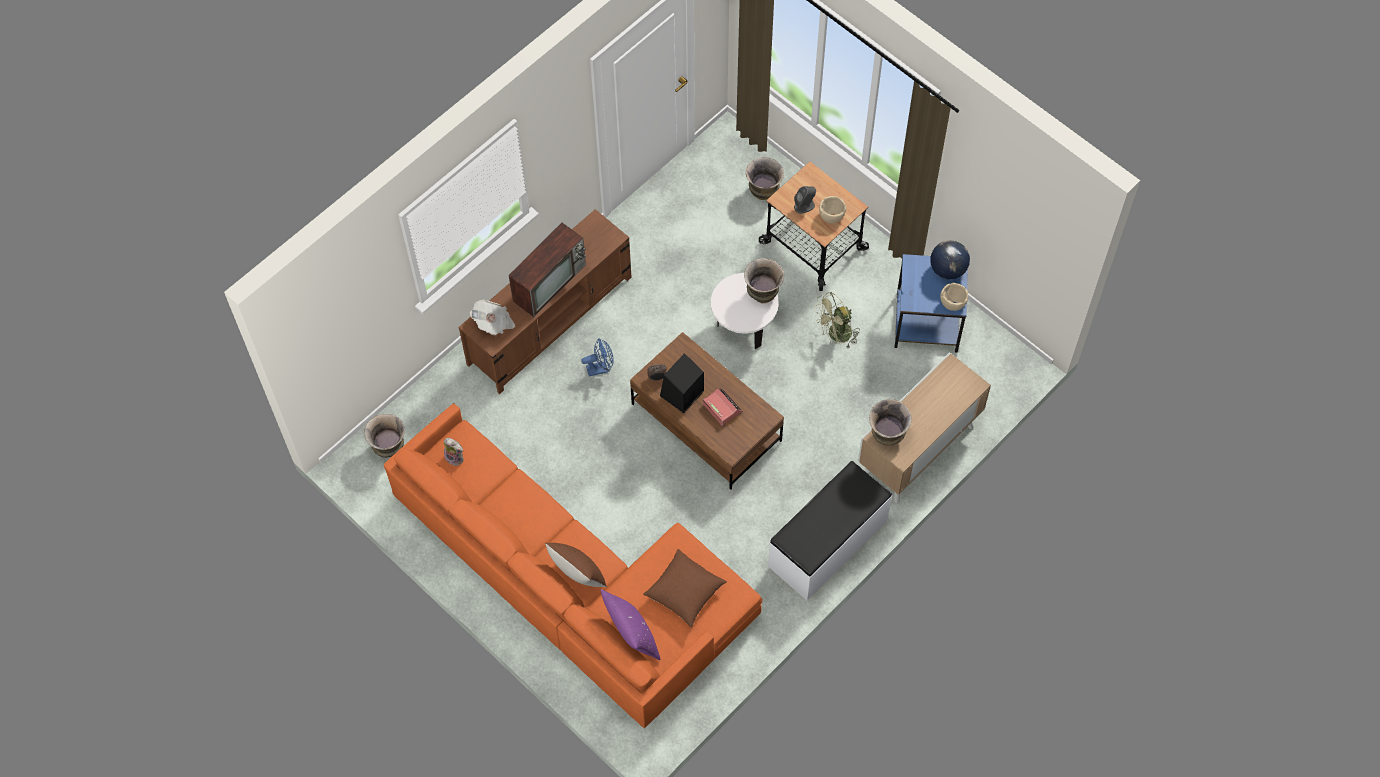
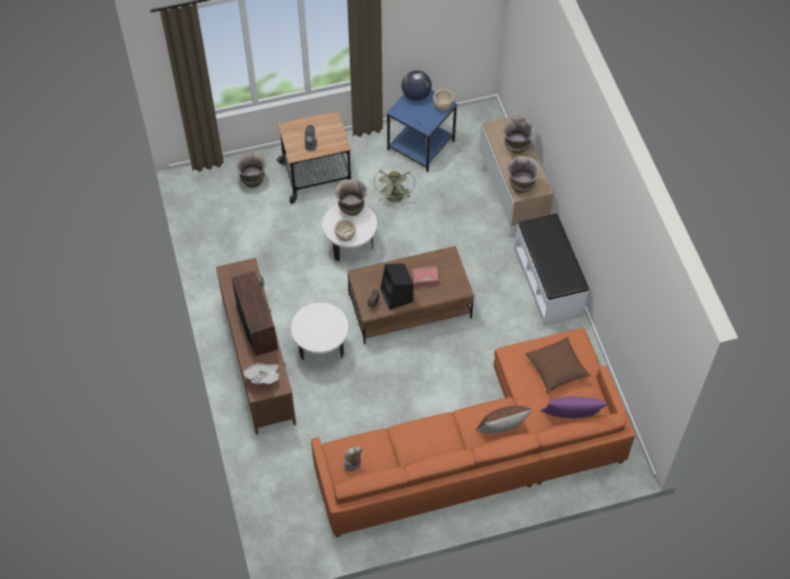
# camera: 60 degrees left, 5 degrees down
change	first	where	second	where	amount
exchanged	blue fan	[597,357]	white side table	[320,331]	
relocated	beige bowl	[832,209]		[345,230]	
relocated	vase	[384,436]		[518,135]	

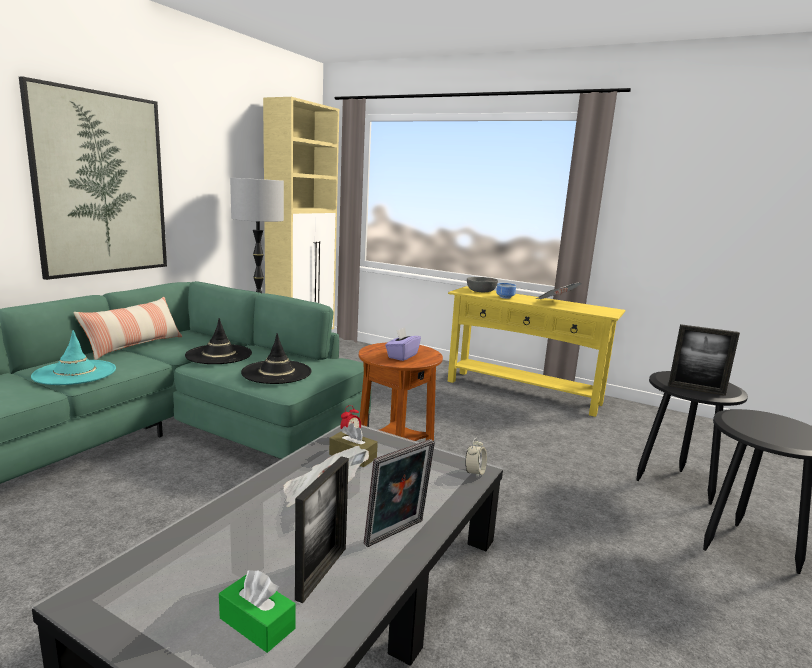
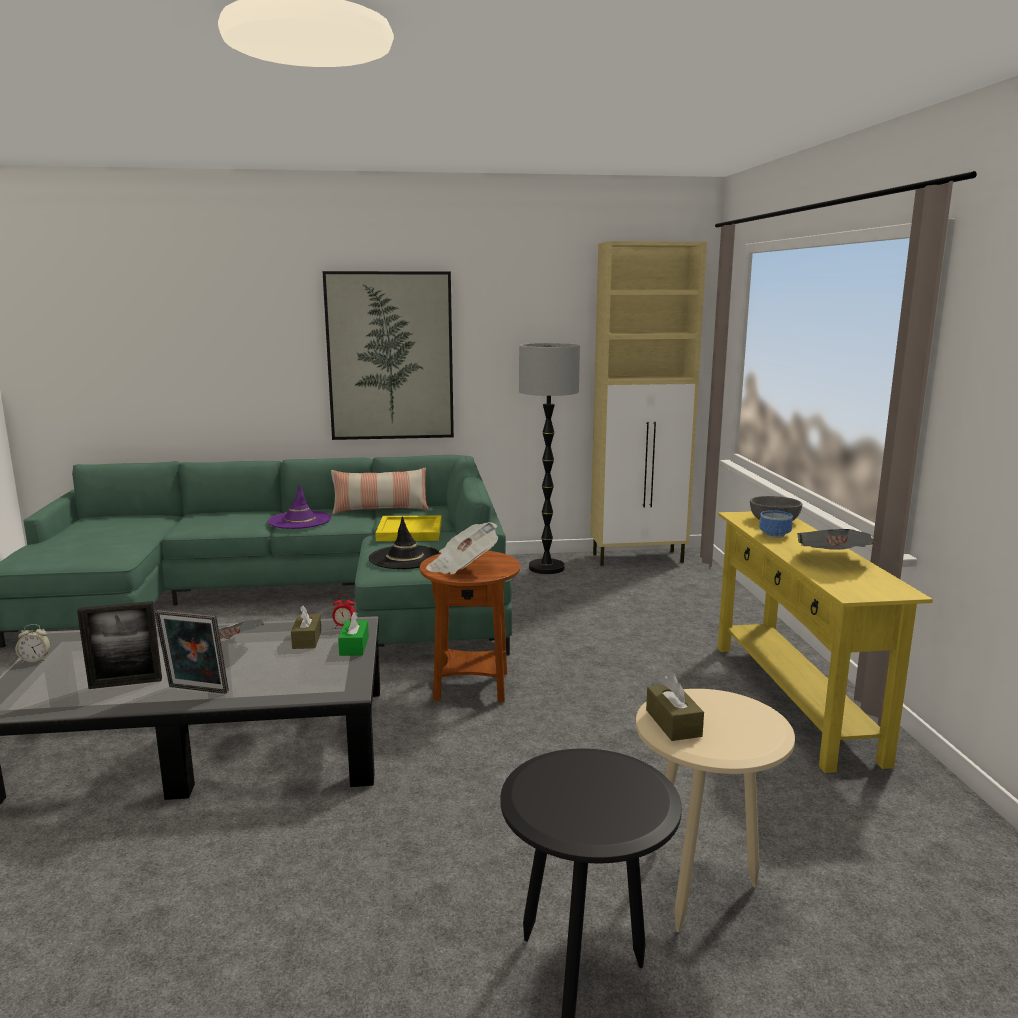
# camera: 55 degrees right, 0 degrees up
change	first	where	second	where	amount
relocated	alarm clock	[476,458]		[33,643]	
colour	turquoise hat	[73,357]	purple hat	[299,506]	
relocated	green tissue box	[257,611]		[353,633]	
exchanged	black hat	[218,341]	yellow tray	[408,528]	
exchanged	purple tissue box	[403,344]	newspaper	[462,548]	
colour	black side table	[692,438]	beige side table	[715,811]	
exchanged	picture frame	[704,360]	brown tissue box	[675,707]	

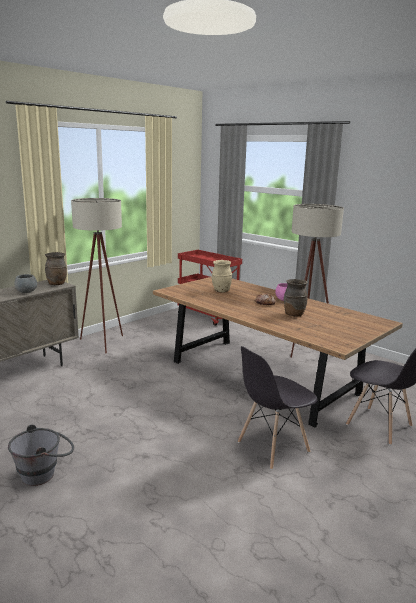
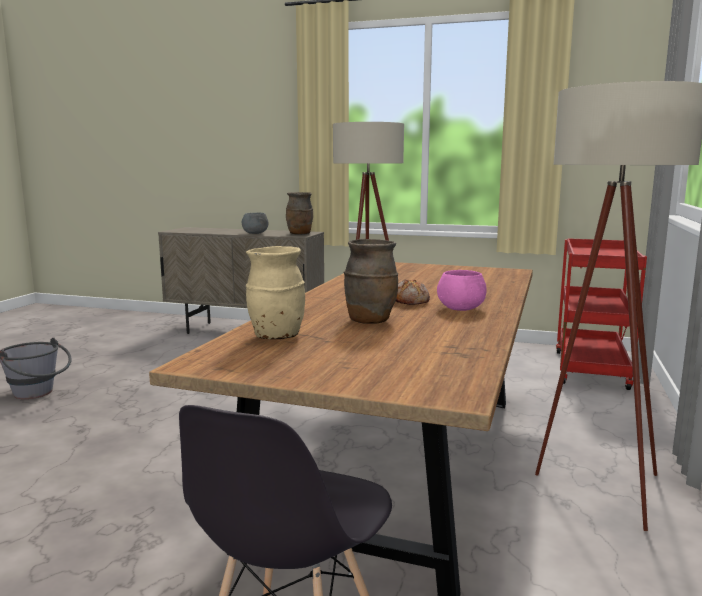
# camera: 65 degrees right, 5 degrees down
change	first	where	second	where	amount
relocated	beige vase	[222,276]		[275,292]	
missing	grey chair	[277,408]			

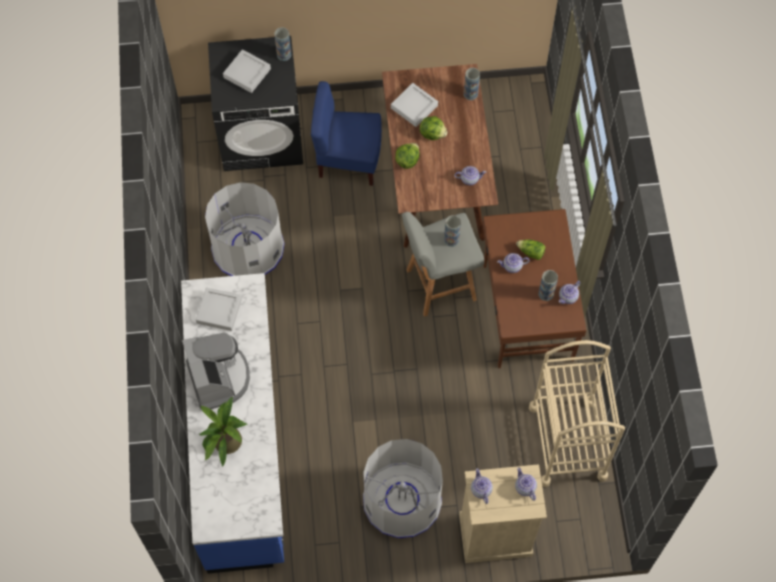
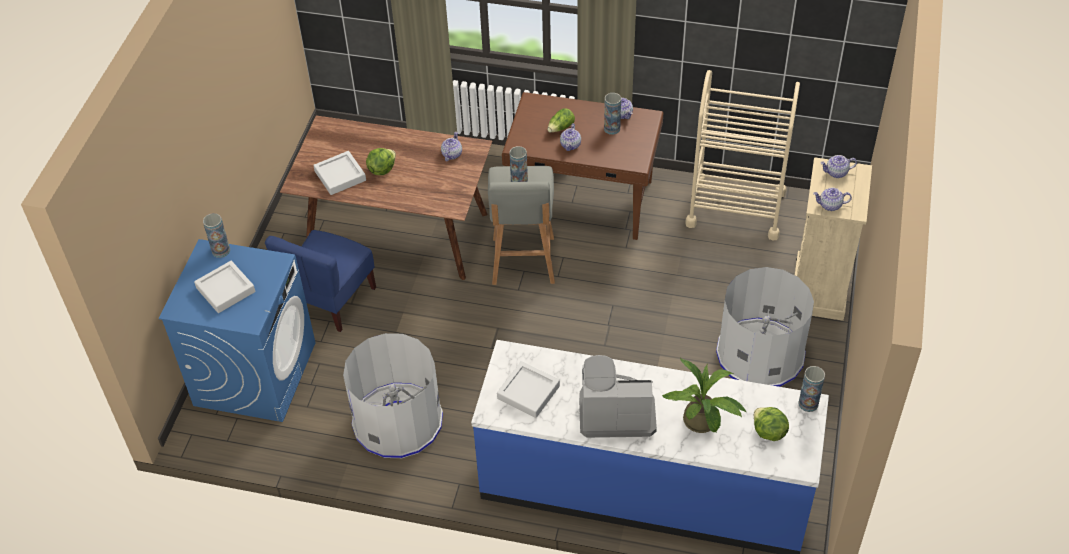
# camera: 70 degrees left, 15 degrees down
change	first	where	second	where	amount
colour	black washing machine	[255,103]	blue washing machine	[237,330]	
relocated	lettuce	[407,156]		[771,424]	
relocated	vase	[472,84]		[811,389]	

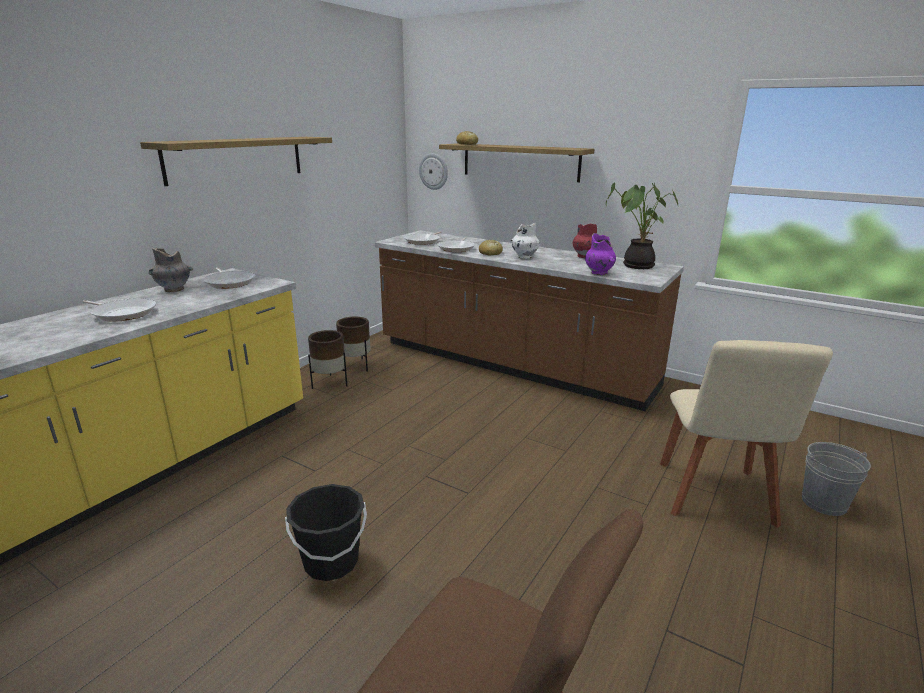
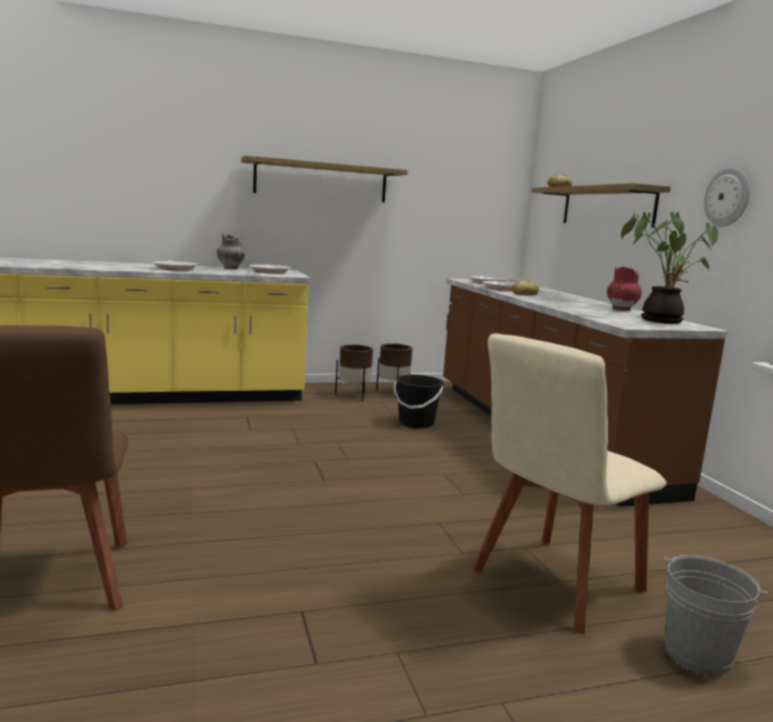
# camera: 40 degrees right, 10 degrees down
change	first	where	second	where	amount
relocated	black bucket	[326,532]		[419,401]	
relocated	wall clock	[433,171]		[727,197]	
missing	white vase	[525,240]			
missing	purple vase	[600,254]			

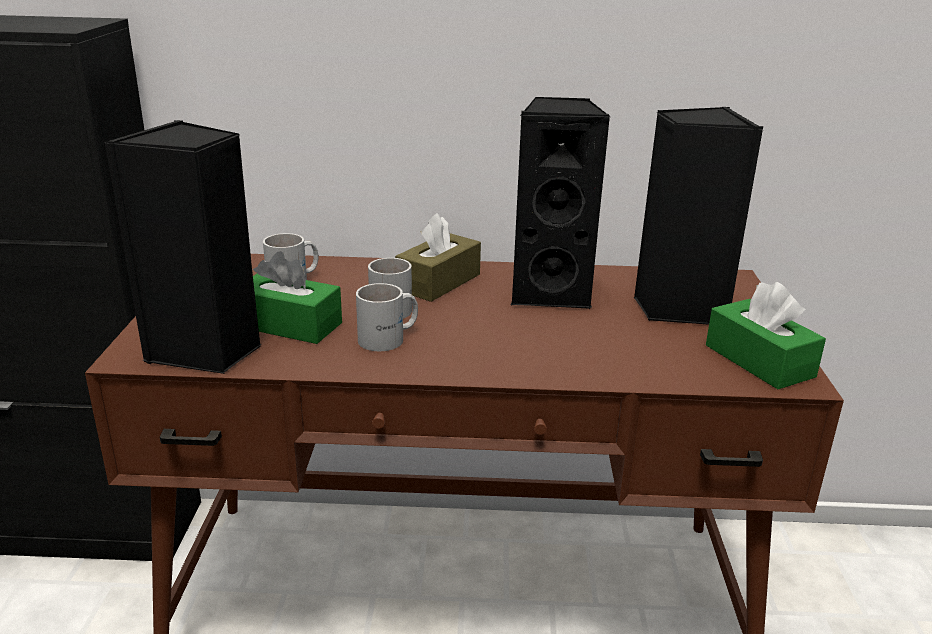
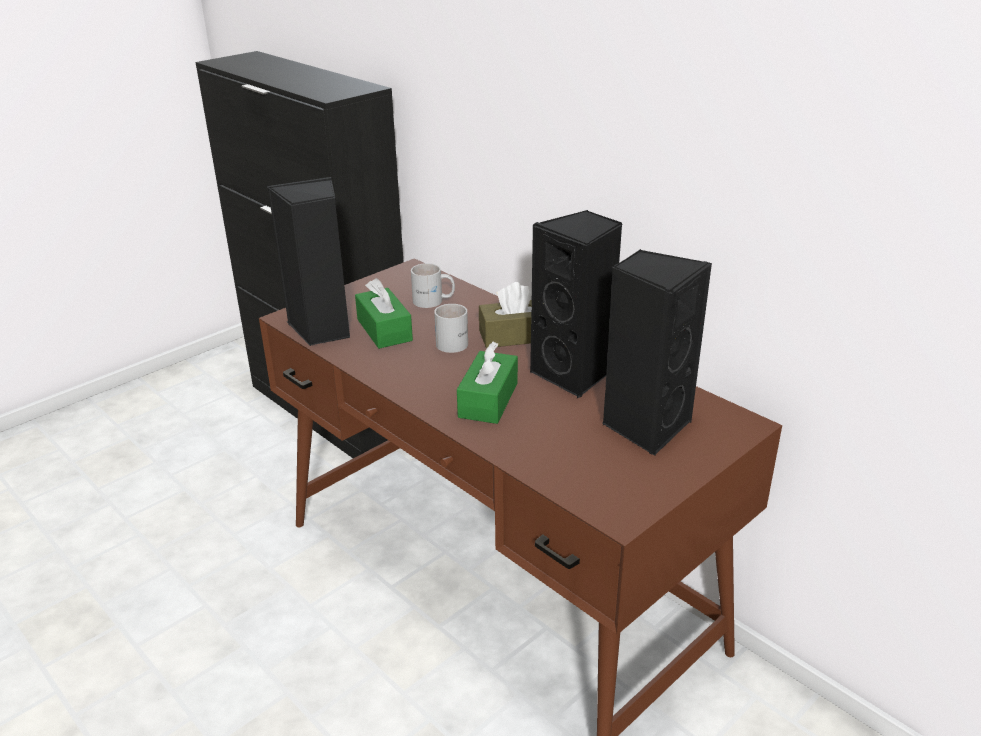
# camera: 45 degrees right, 5 degrees up
change	first	where	second	where	amount
relocated	green tissue box	[766,335]		[487,382]	
missing	white mug	[387,317]			

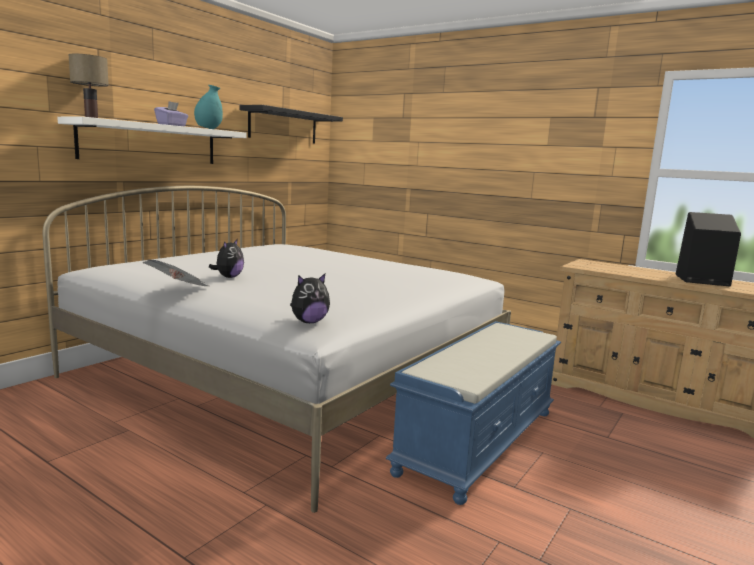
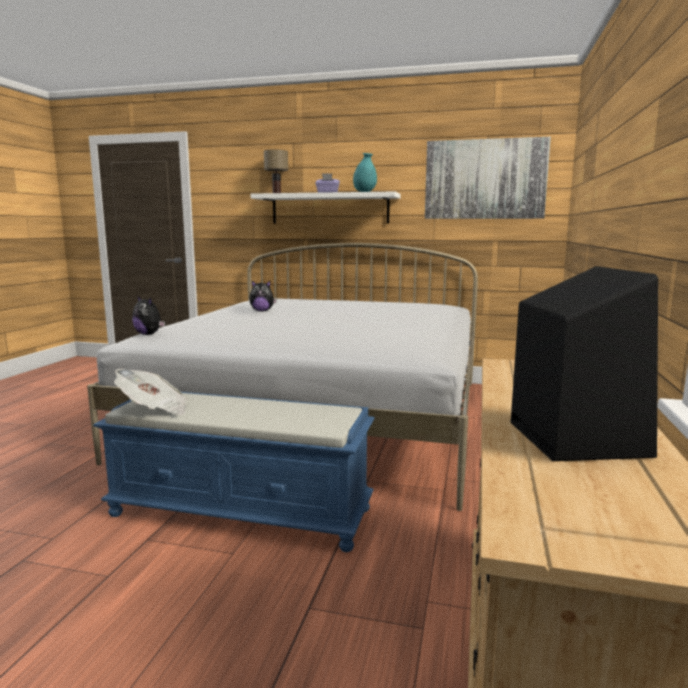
# camera: 70 degrees right, 0 degrees up
change	first	where	second	where	amount
relocated	newspaper	[176,273]		[151,392]	
exchanged	black shelf	[291,124]	picture	[488,178]	

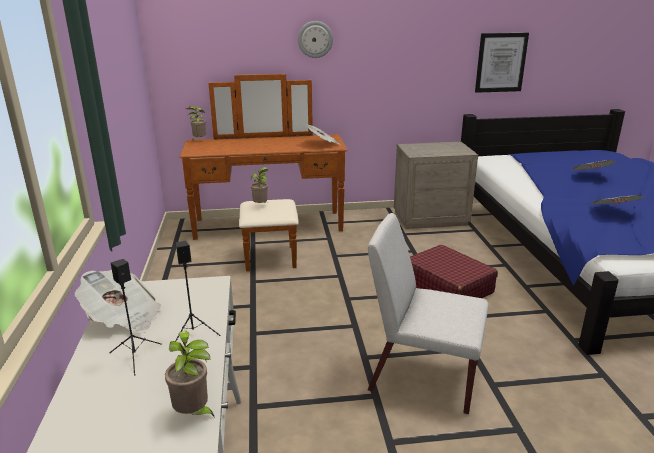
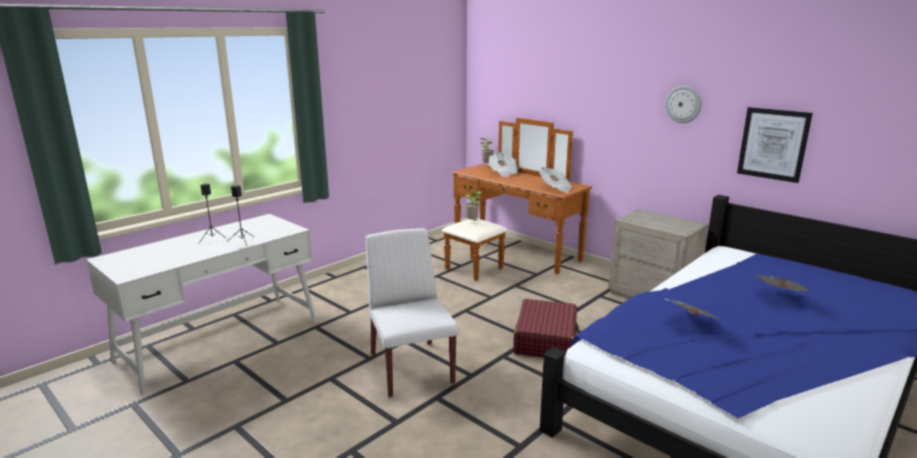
# camera: 50 degrees right, 5 degrees down
change	first	where	second	where	amount
relocated	newspaper	[118,302]		[503,164]	
relocated	wall clock	[315,39]		[683,104]	
missing	potted plant	[190,374]			

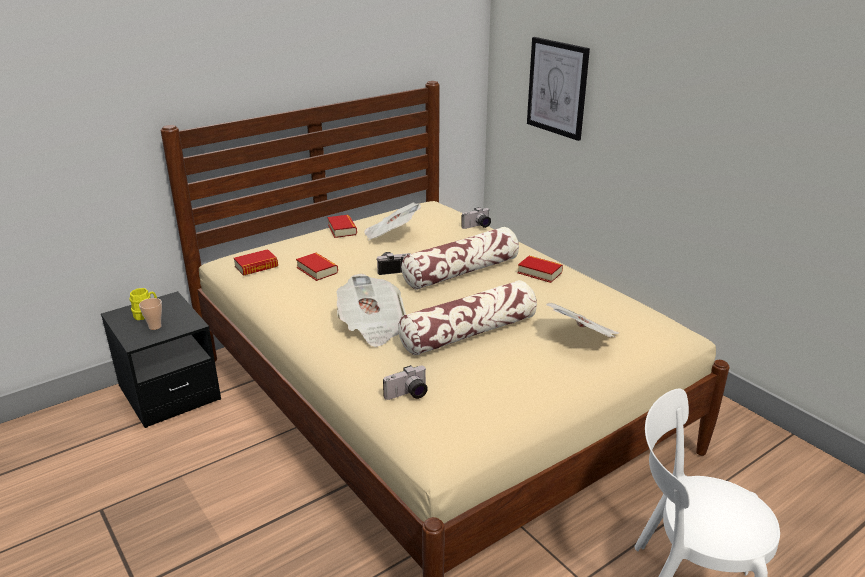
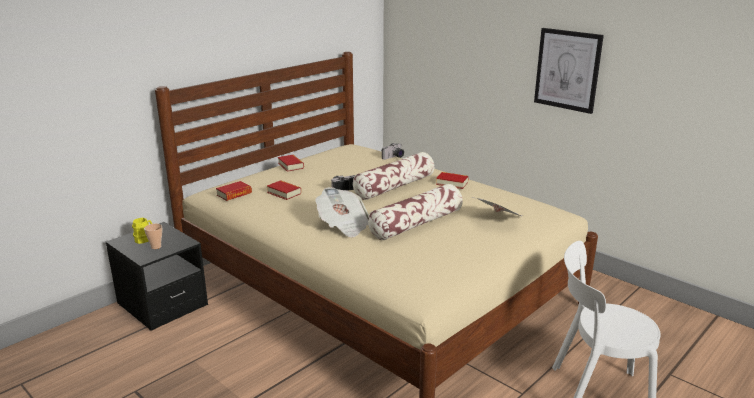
# camera: 10 degrees left, 5 degrees down
change	first	where	second	where	amount
relocated	picture	[558,89]		[569,71]	
missing	newspaper	[392,222]			
missing	photo camera	[405,382]			

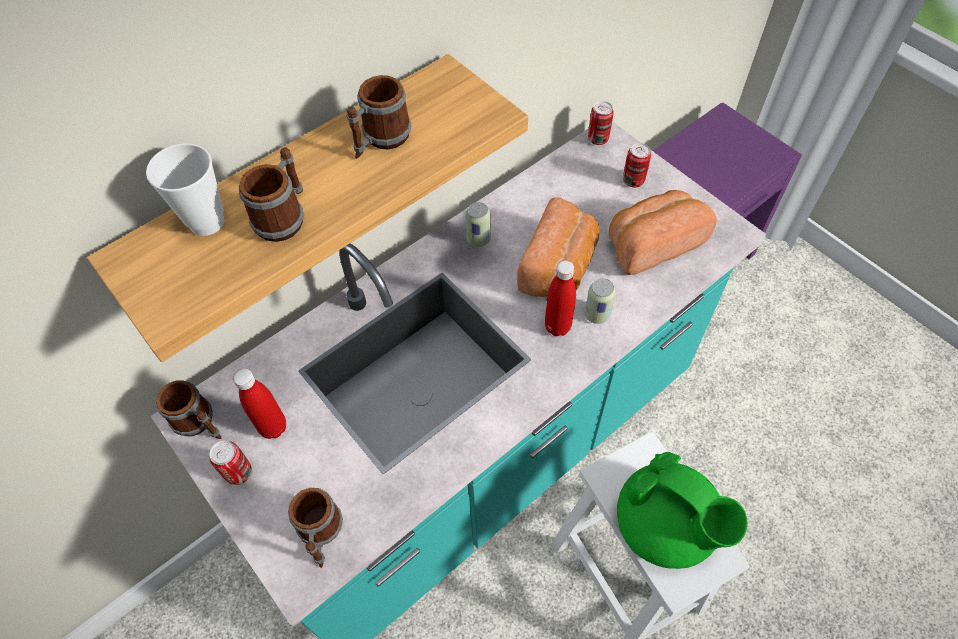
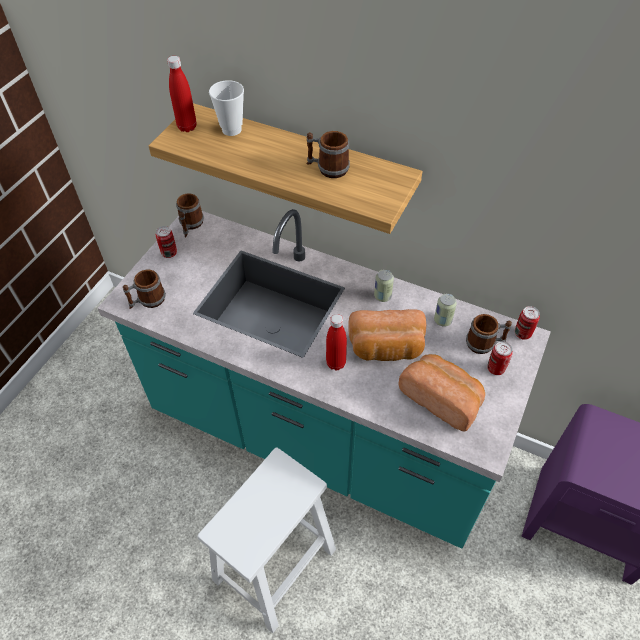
# camera: 65 degrees right, 5 degrees down
change	first	where	second	where	amount
relocated	red bottle	[259,403]		[181,94]	
relocated	can	[600,301]		[445,310]	
relocated	mug	[271,194]		[489,334]	
missing	green teapot	[682,510]			

